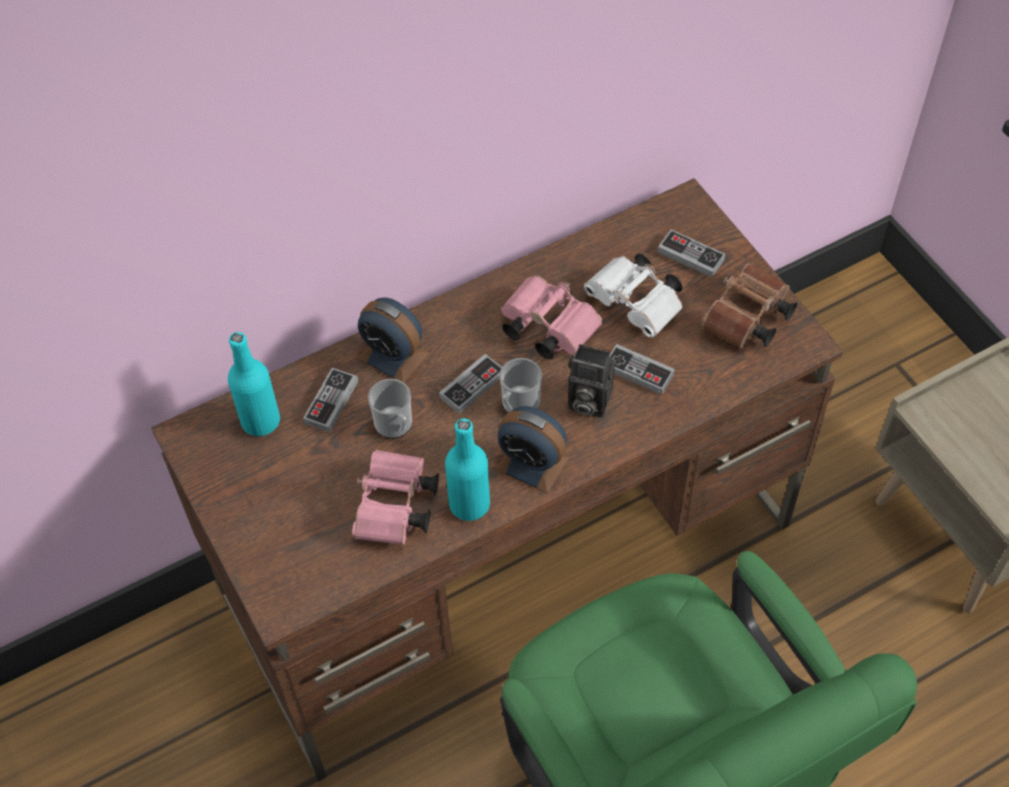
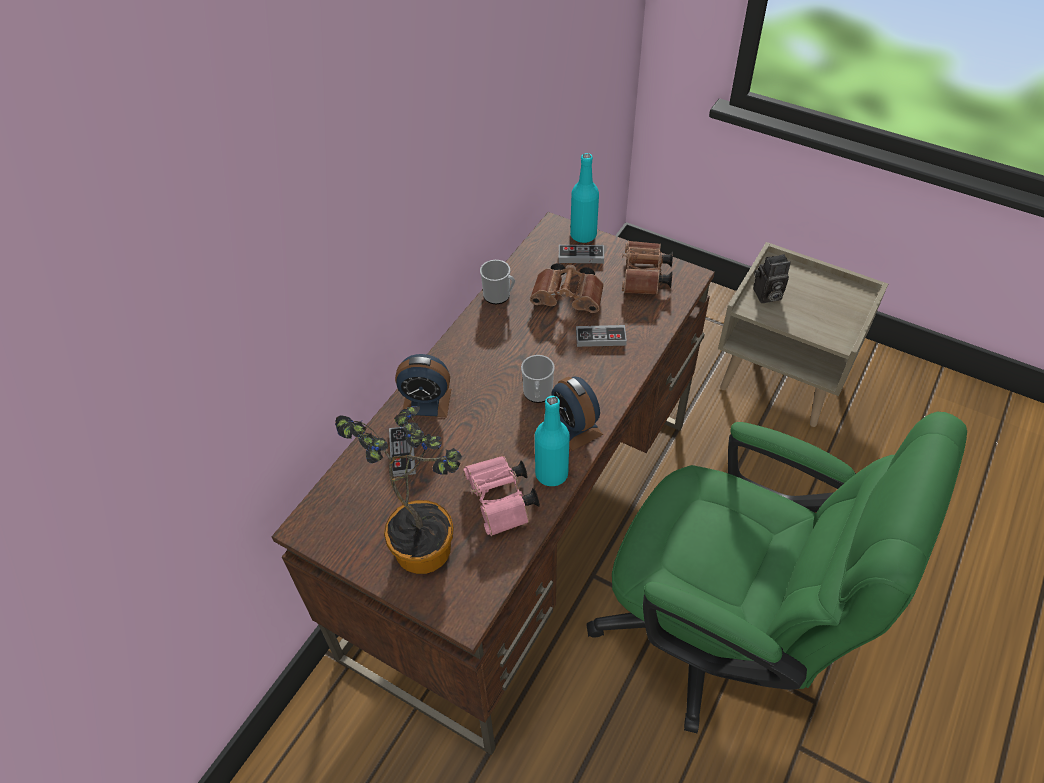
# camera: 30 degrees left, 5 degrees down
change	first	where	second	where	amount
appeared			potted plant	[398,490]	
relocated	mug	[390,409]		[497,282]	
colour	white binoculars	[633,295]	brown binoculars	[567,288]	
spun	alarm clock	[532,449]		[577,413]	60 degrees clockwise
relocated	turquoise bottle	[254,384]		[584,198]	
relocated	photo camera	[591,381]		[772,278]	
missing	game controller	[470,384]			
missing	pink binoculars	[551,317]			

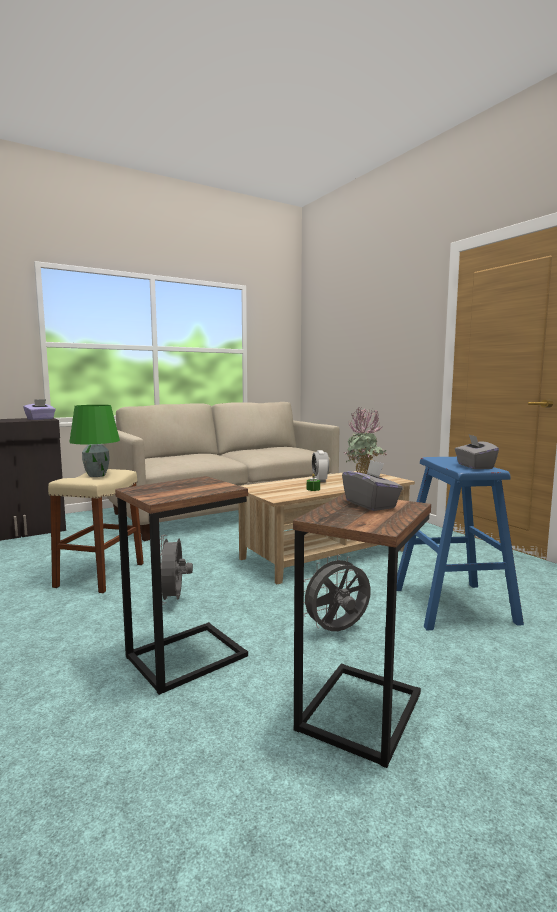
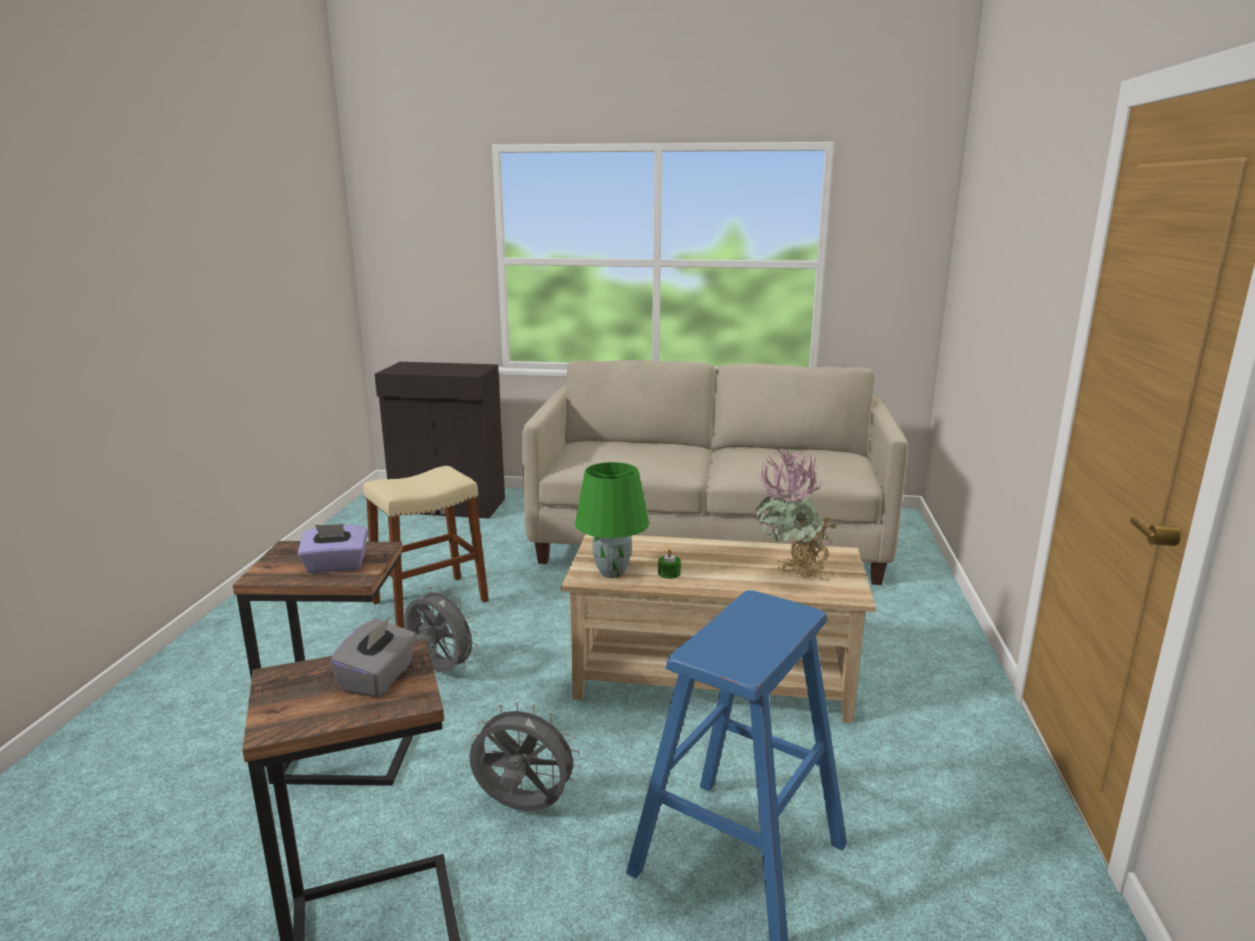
# camera: 40 degrees right, 10 degrees up
change	first	where	second	where	amount
relocated	purple tissue box	[39,409]		[333,548]	
spun	grey fan	[176,570]		[441,629]	90 degrees clockwise
relocated	green table lamp	[94,441]		[612,520]	
missing	alarm clock	[320,466]			
missing	grey tissue box	[477,452]			

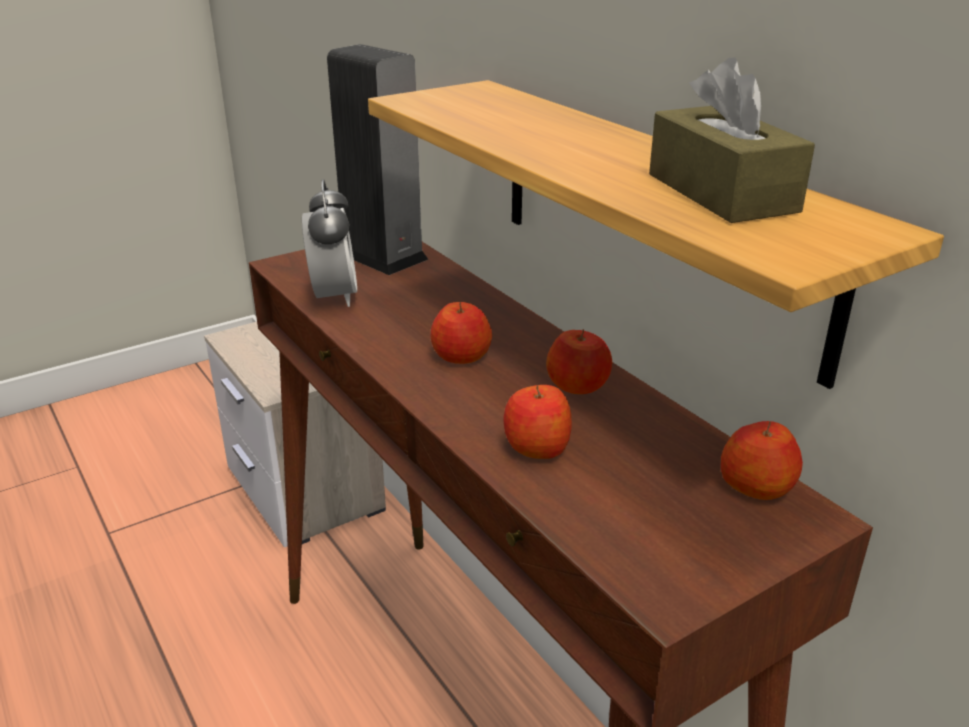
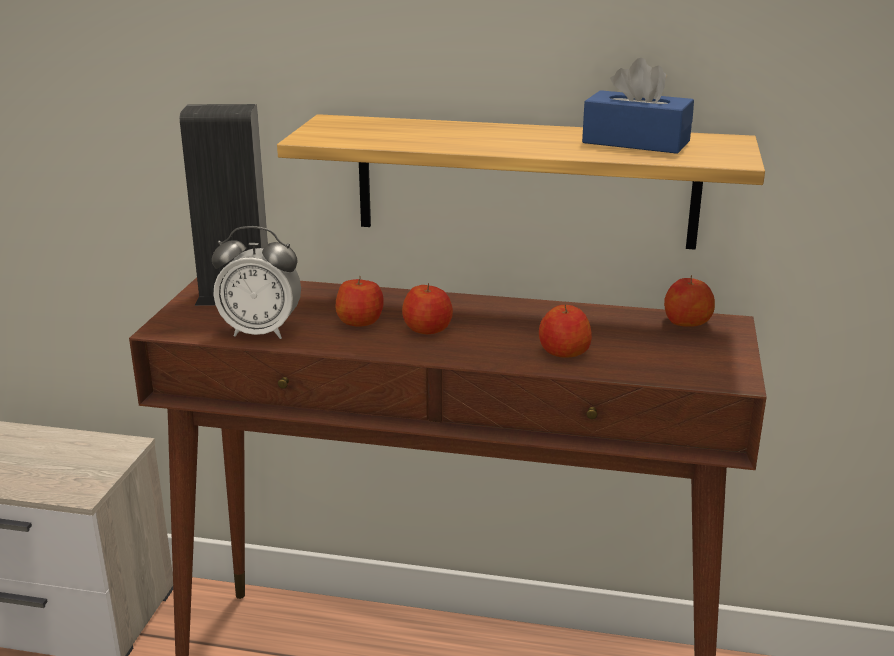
# camera: 45 degrees left, 5 degrees down
change	first	where	second	where	amount
spun	alarm clock	[329,243]		[256,282]	150 degrees clockwise
relocated	apple	[579,361]		[360,301]	
colour	brown tissue box	[732,140]	blue tissue box	[638,106]	

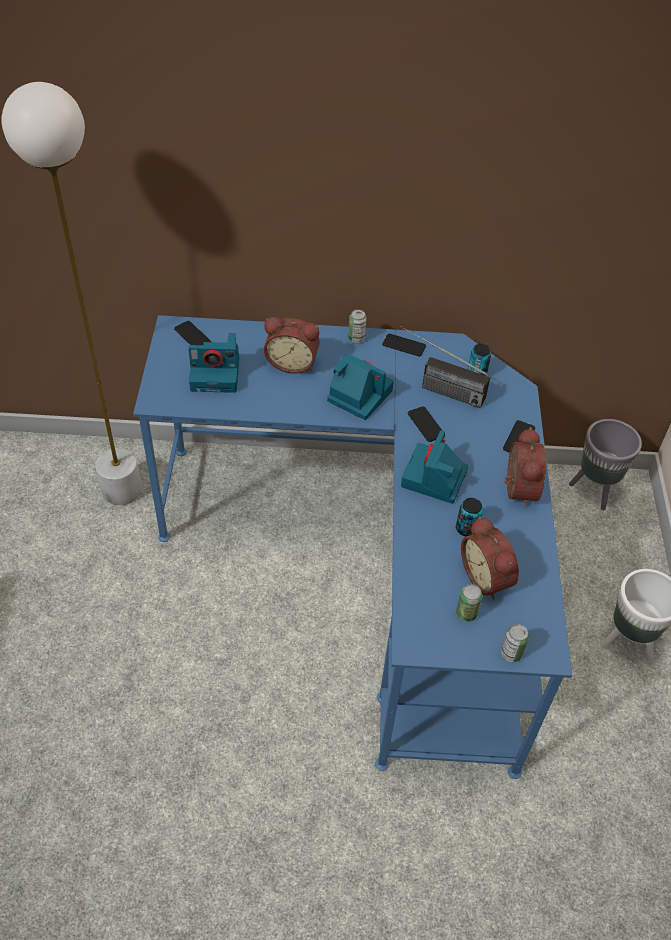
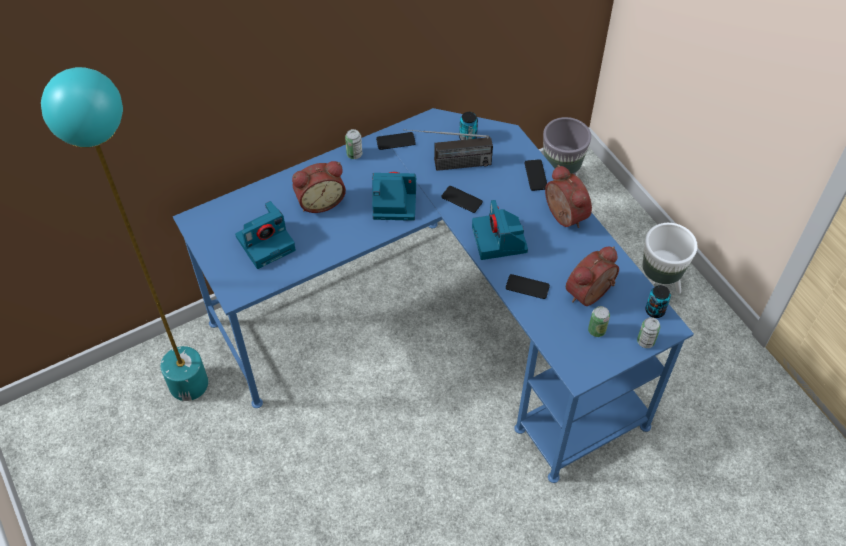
# camera: 30 degrees left, 5 degrees up
change	first	where	second	where	amount
colour	white floor lamp	[71,293]	turquoise floor lamp	[124,234]	
relocated	phone	[192,333]		[528,286]	
spun	alarm clock	[490,558]		[592,276]	105 degrees clockwise
relocated	can	[469,517]		[658,301]	

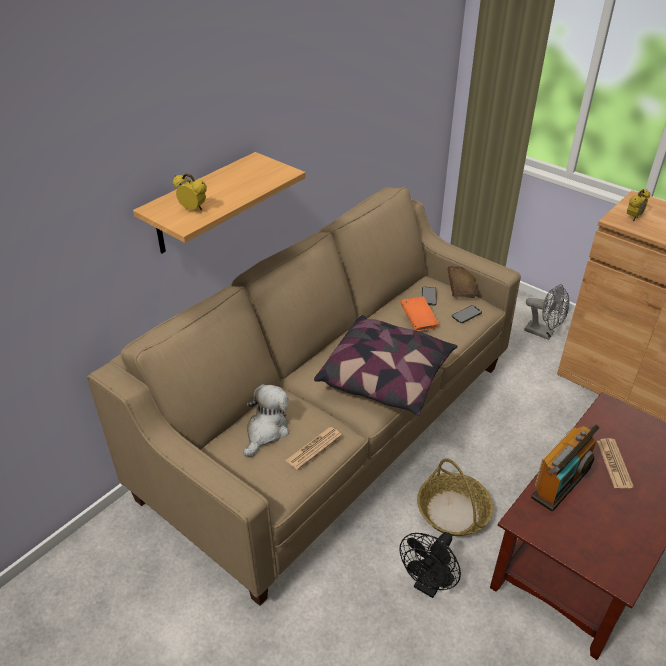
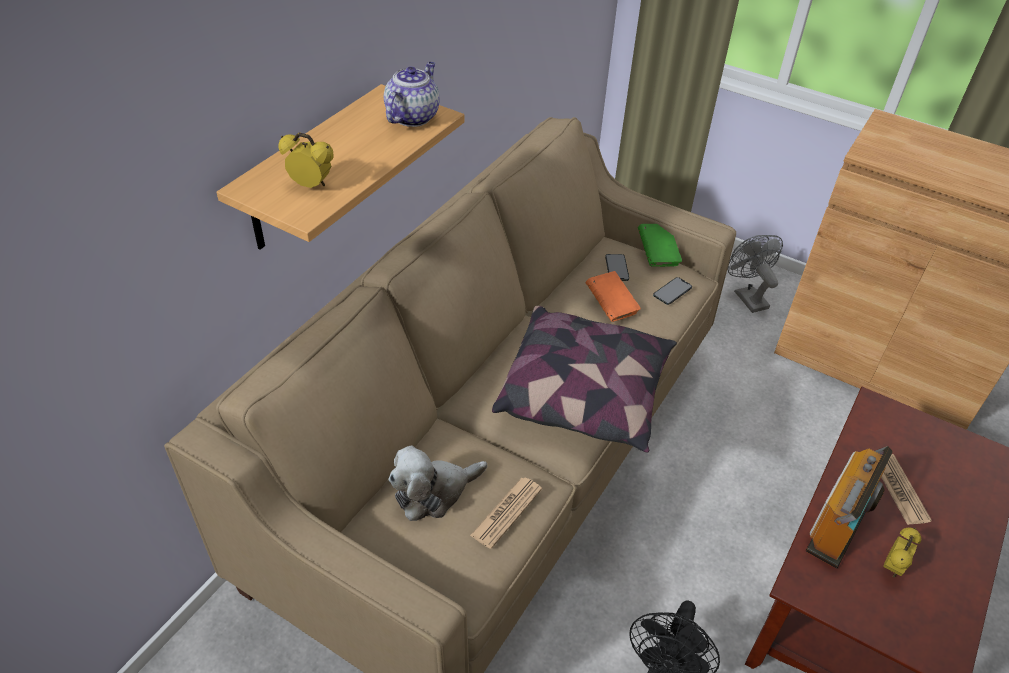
# camera: 10 degrees left, 5 degrees up
change	first	where	second	where	amount
appeared			teapot	[412,94]	
spun	plush toy	[266,420]		[437,483]	135 degrees counterclockwise
colour	brown book	[463,282]	green book	[660,245]	
spun	grey fan	[547,312]		[755,274]	135 degrees counterclockwise
relocated	alarm clock	[638,205]		[902,552]	
missing	basket	[455,497]			

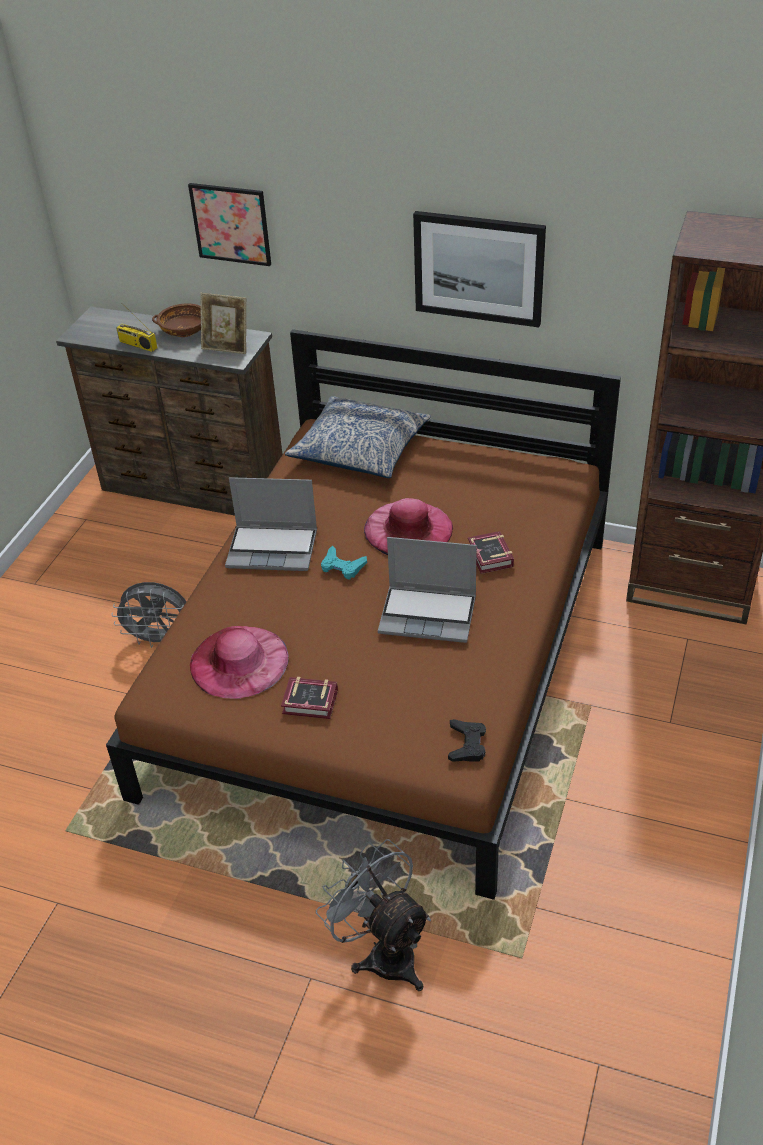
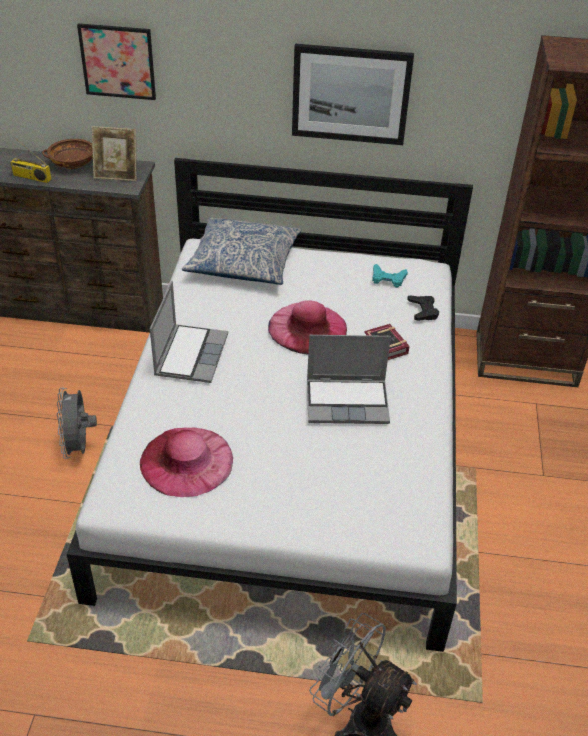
# camera: 15 degrees left, 0 degrees up
change	first	where	second	where	amount
spun	grey fan	[148,615]		[77,423]	90 degrees clockwise
colour	brown bed	[363,614]	white bed	[270,405]	
spun	laptop	[271,524]		[189,332]	75 degrees counterclockwise
relocated	turquoise game controller	[344,562]		[390,276]	
relocated	black game controller	[467,740]		[423,308]	
missing	book	[309,698]			

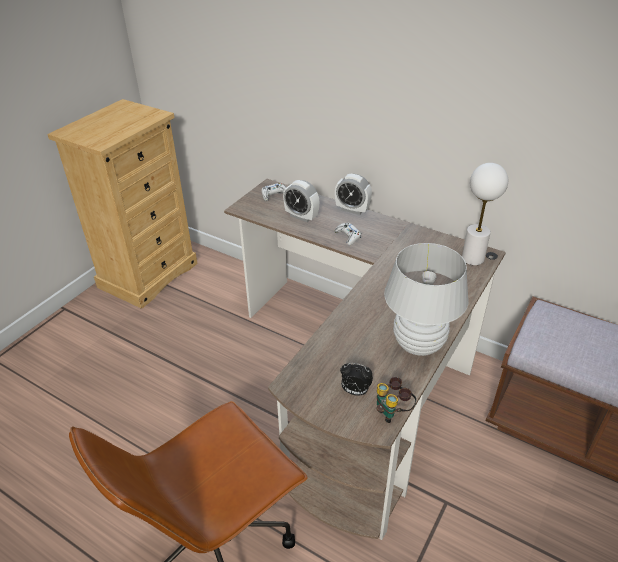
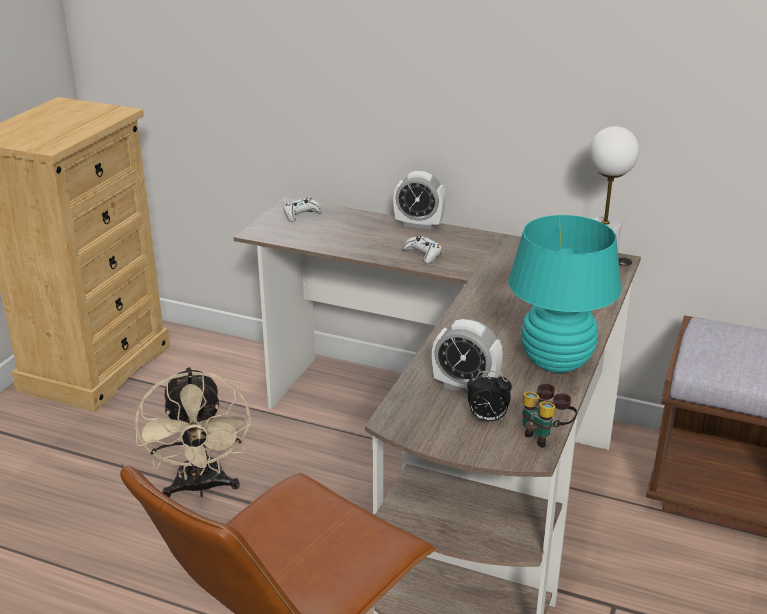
# camera: 10 degrees left, 10 degrees down
change	first	where	second	where	amount
appeared			beige fan	[193,432]	
relocated	alarm clock	[301,201]		[467,356]	
colour	white table lamp	[426,299]	turquoise table lamp	[564,294]	

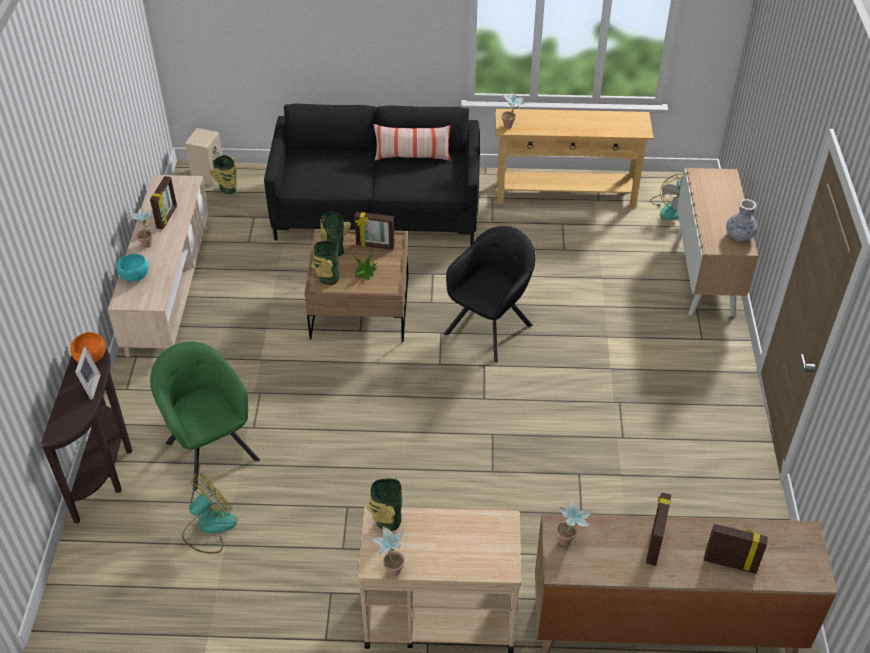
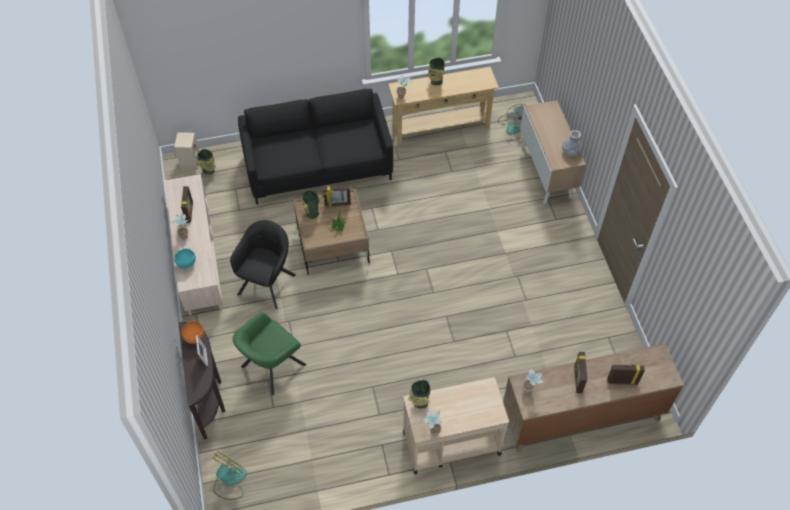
# camera: 15 degrees left, 10 degrees up
change	first	where	second	where	amount
relocated	fan	[209,513]		[230,475]	
relocated	black armchair	[490,294]		[263,264]	
spun	green armchair	[205,416]		[269,354]	90 degrees counterclockwise
relocated	vase	[325,263]		[436,71]	
missing	pillow	[412,142]			

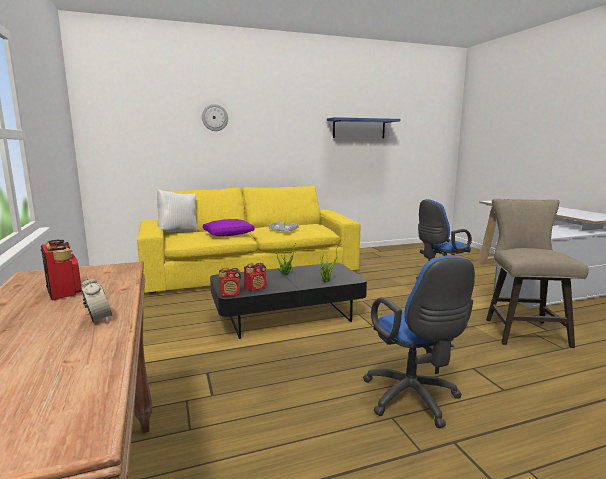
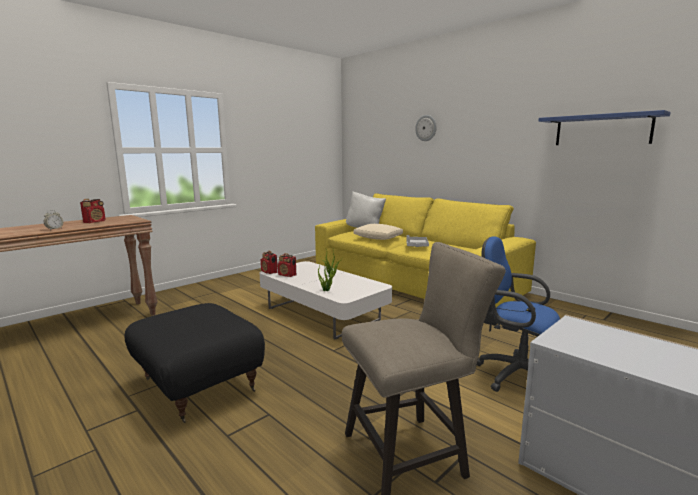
# camera: 65 degrees right, 0 degrees up
change	first	where	second	where	amount
exchanged	blue office chair	[419,342]	black ottoman	[195,363]	
colour	black coffee table	[288,301]	white coffee table	[325,300]	
colour	purple pillow	[229,227]	beige pillow	[378,232]	

